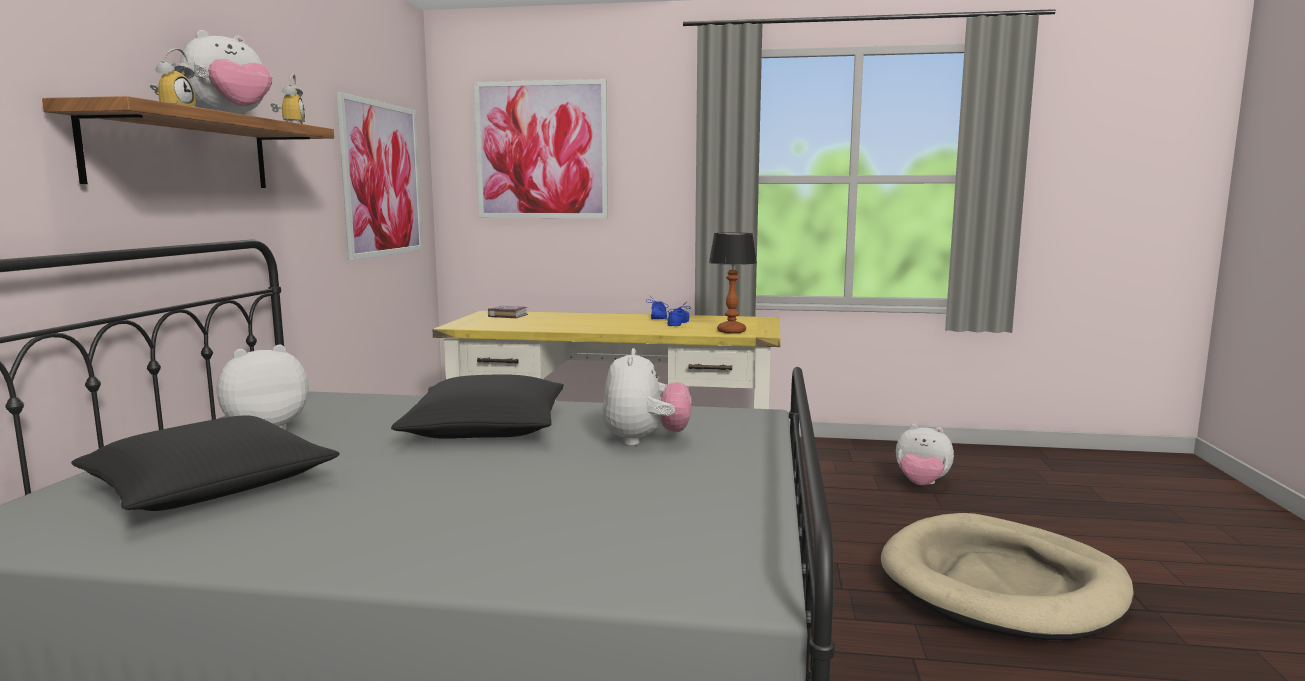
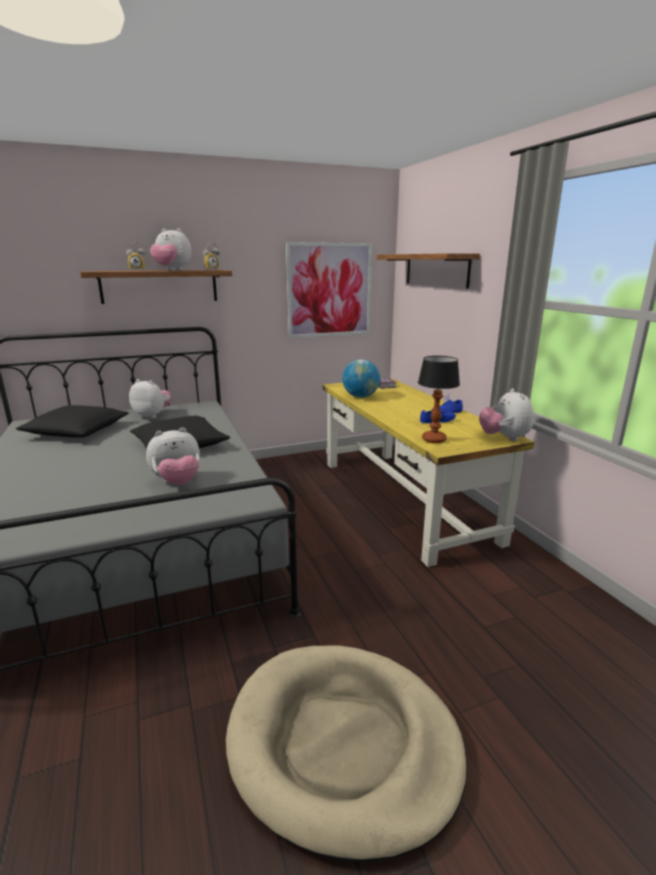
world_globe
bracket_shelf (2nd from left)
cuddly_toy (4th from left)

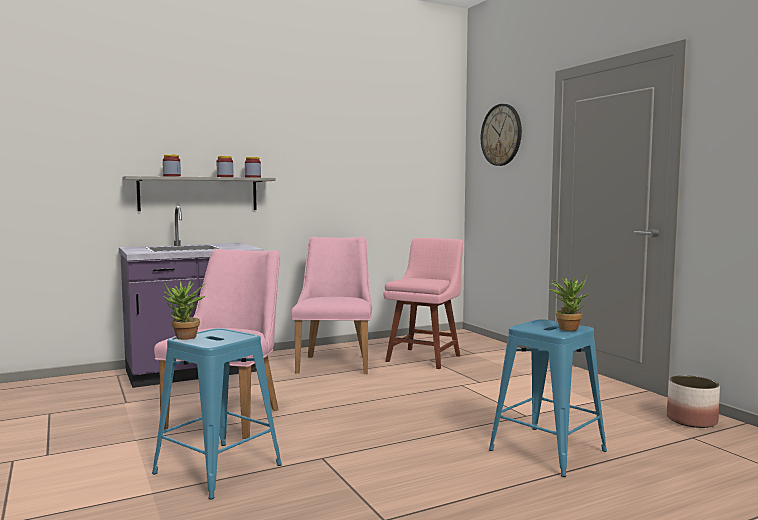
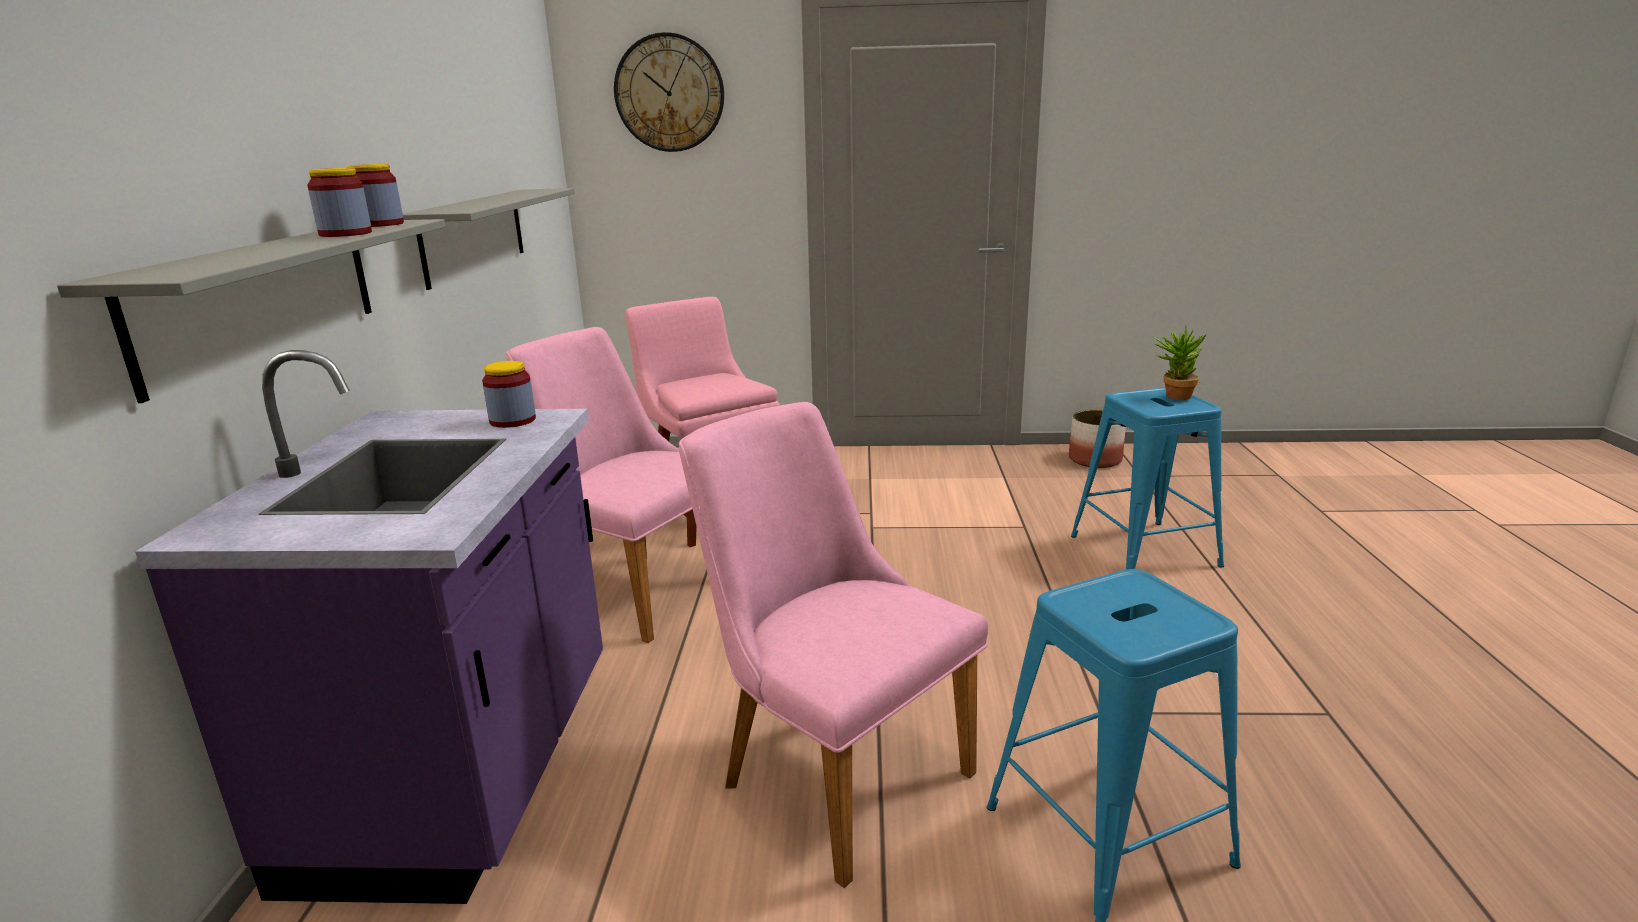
greyish_bracket_shelf (2nd from left)
preserve_jar (3rd from left)
plant_in_a_pot (1st from left in the first image)

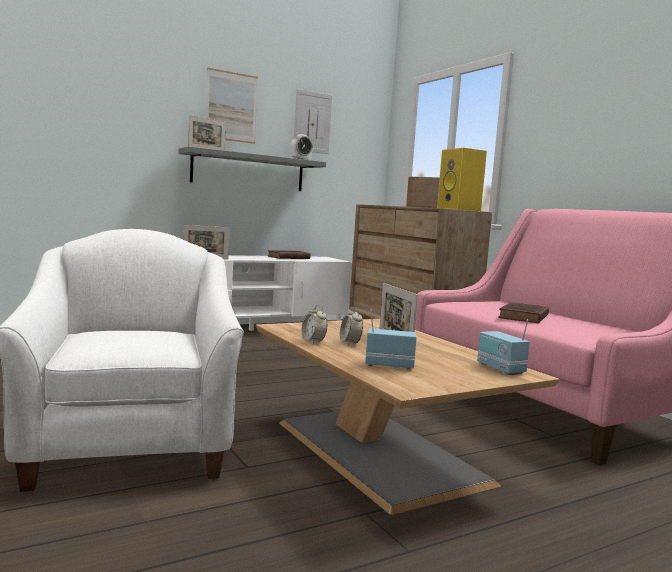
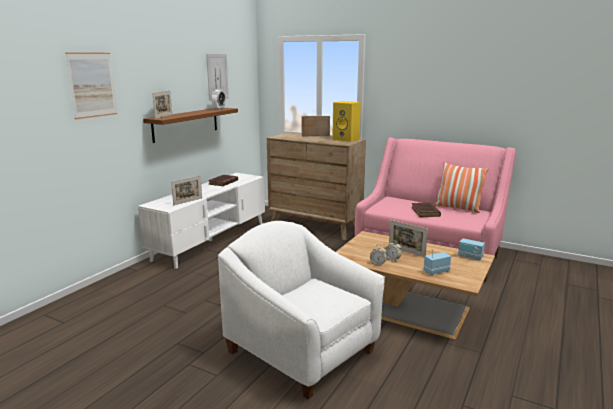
wall_picture (1st from left)
brown-coloured_bracket_shelf
pillow

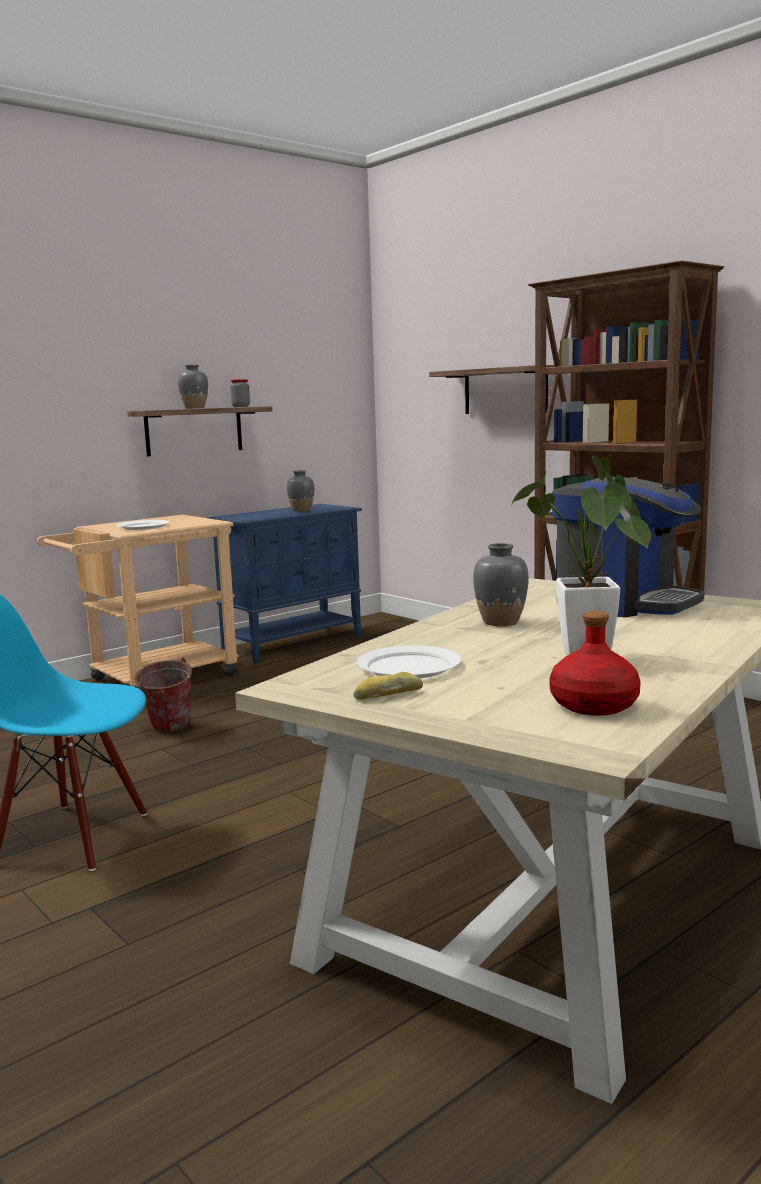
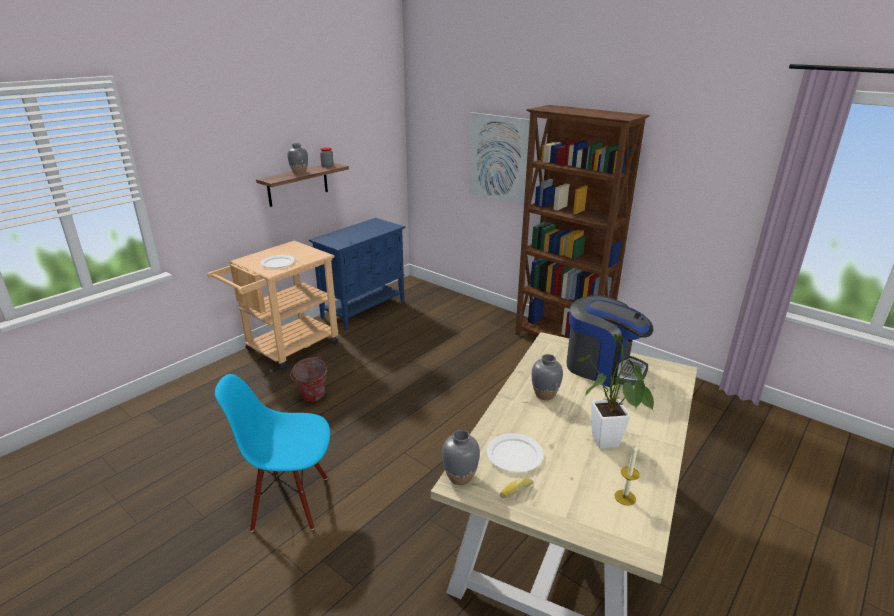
greyish_vase (2nd from left)
wall_picture
candle

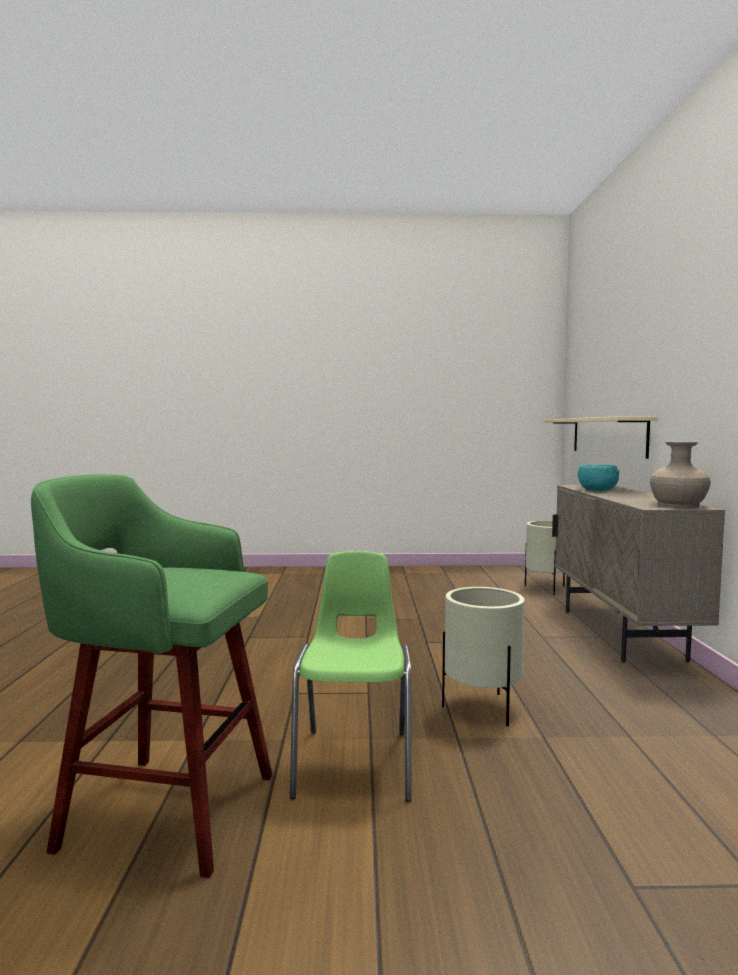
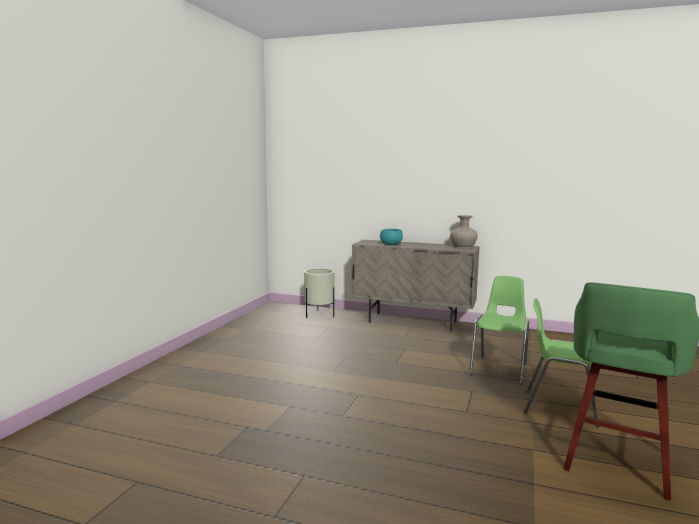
green-coloured_plain_chair (1st from left)
beige-coloured_bracket_shelf

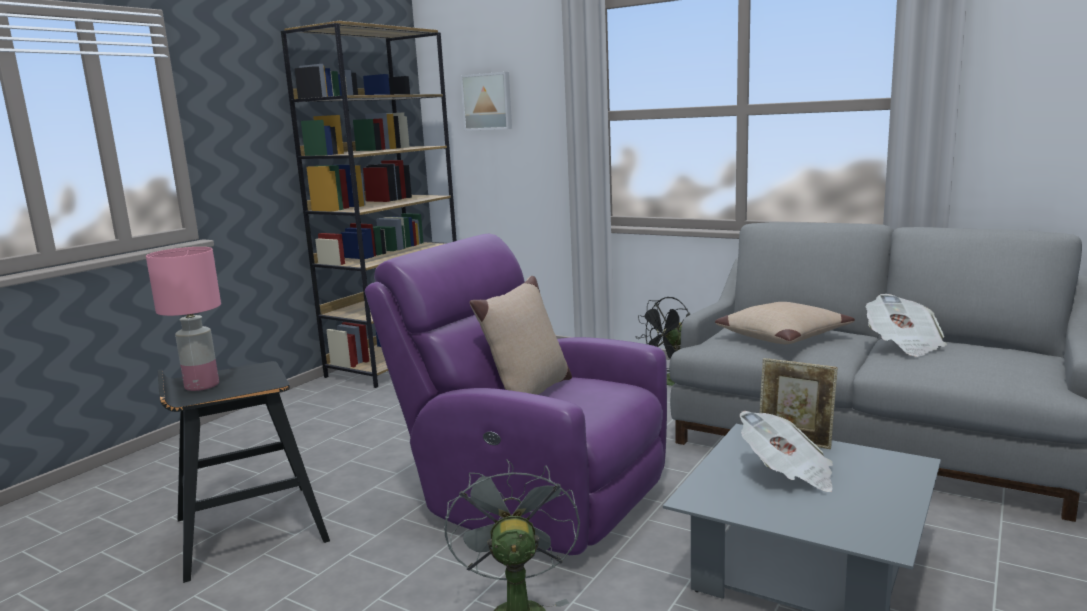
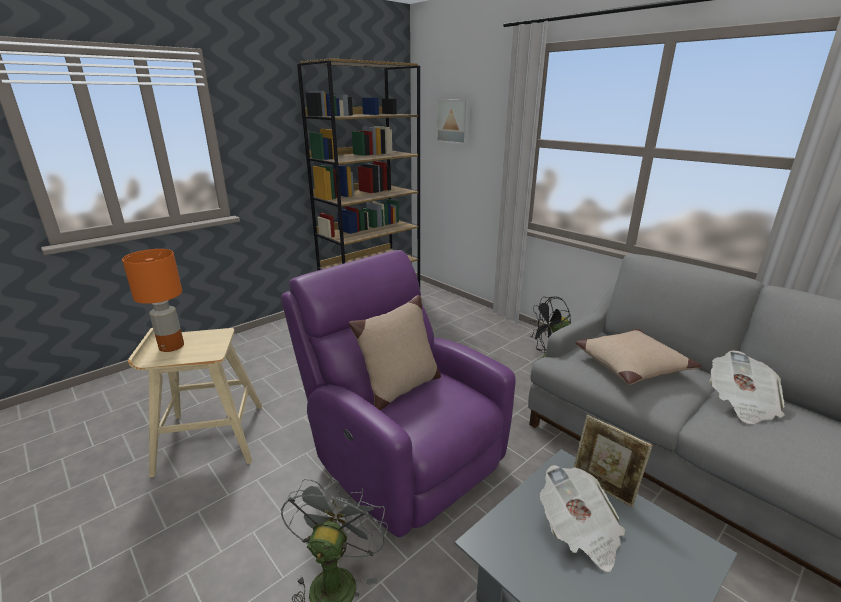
orangey_table_lamp
beige-coloured_stool_seat

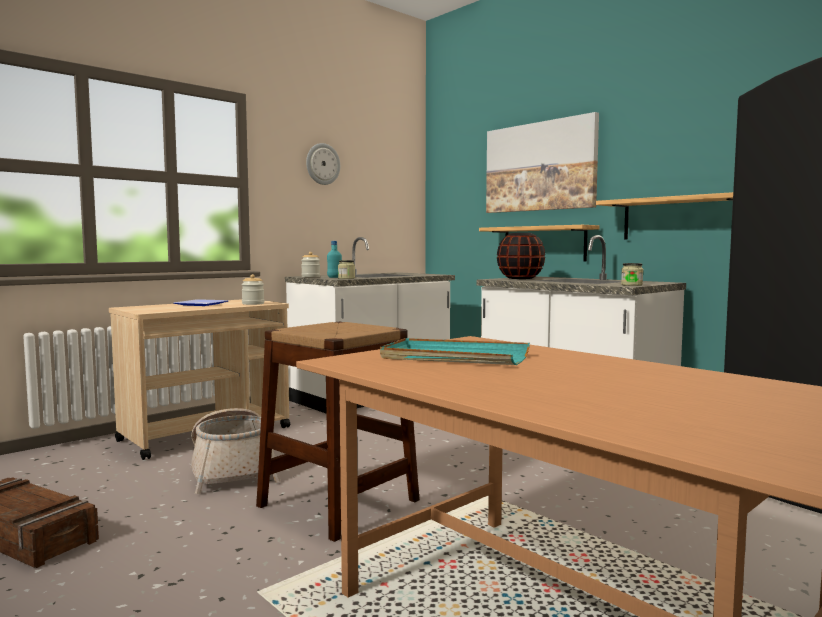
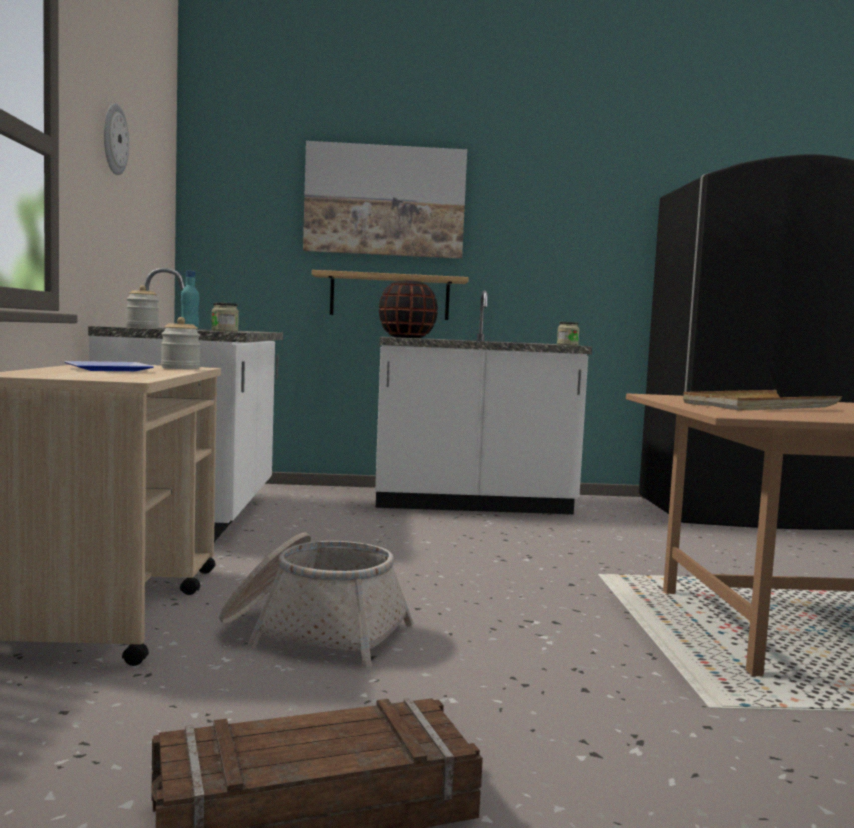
beige-coloured_carrying_tray
brown-coloured_stool_seat
bracket_shelf (2nd from left in the first image)

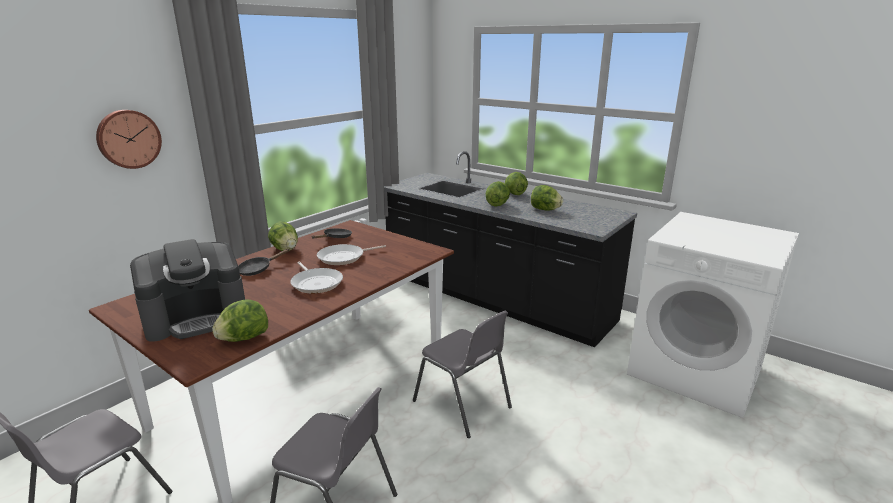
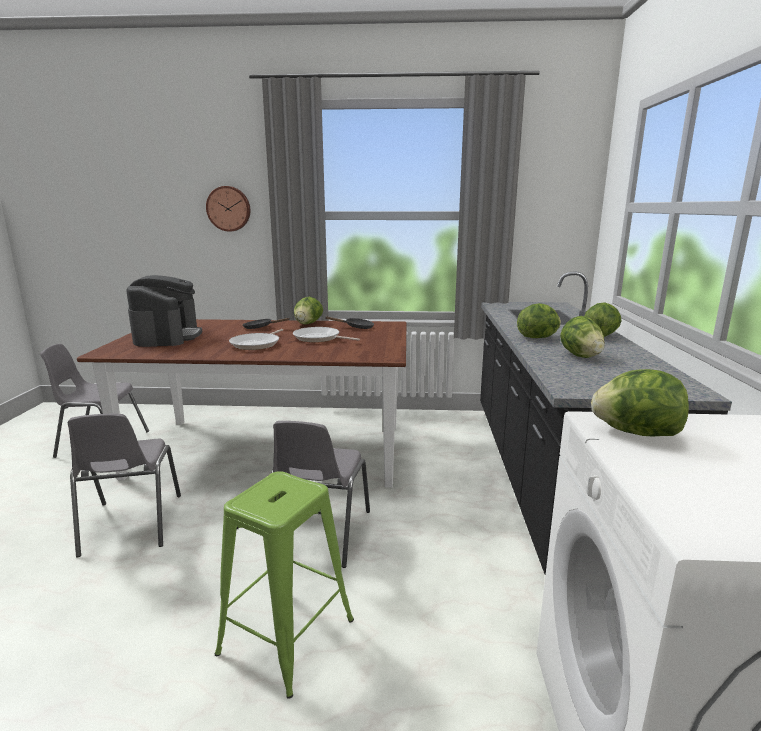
coffee_machine
green-coloured_stool_seat
lettuce (5th from left)

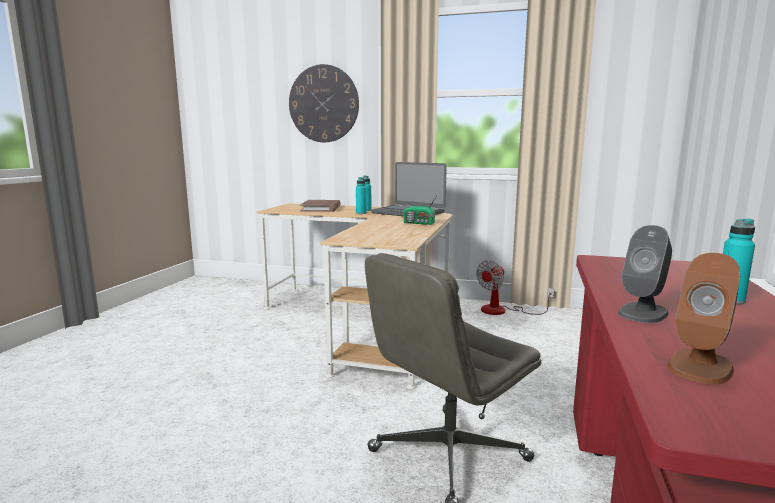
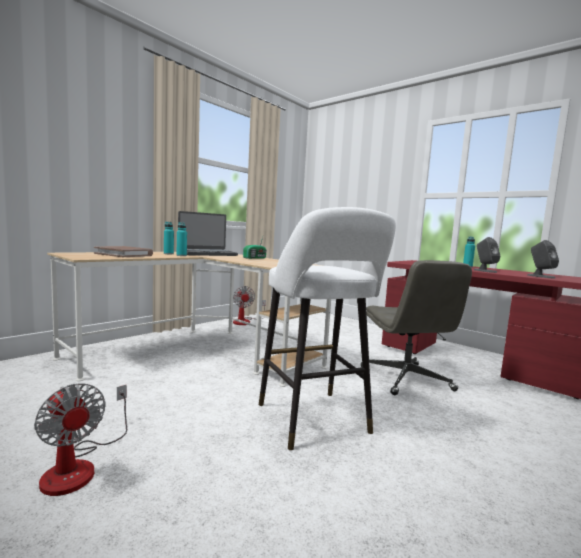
cooling_fan (1st from left)
whitish_stool_seat
greyish_loudspeaker (2nd from left)
wall_clock

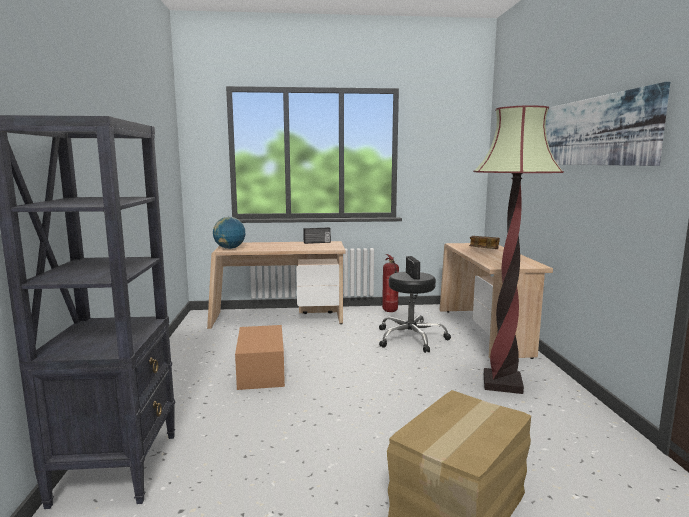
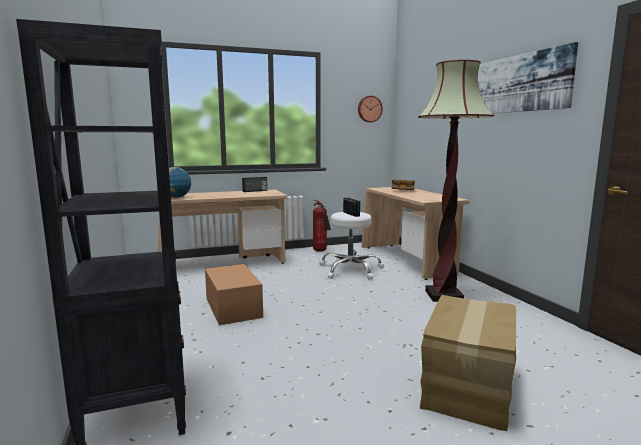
whitish_stool_seat
wall_clock

